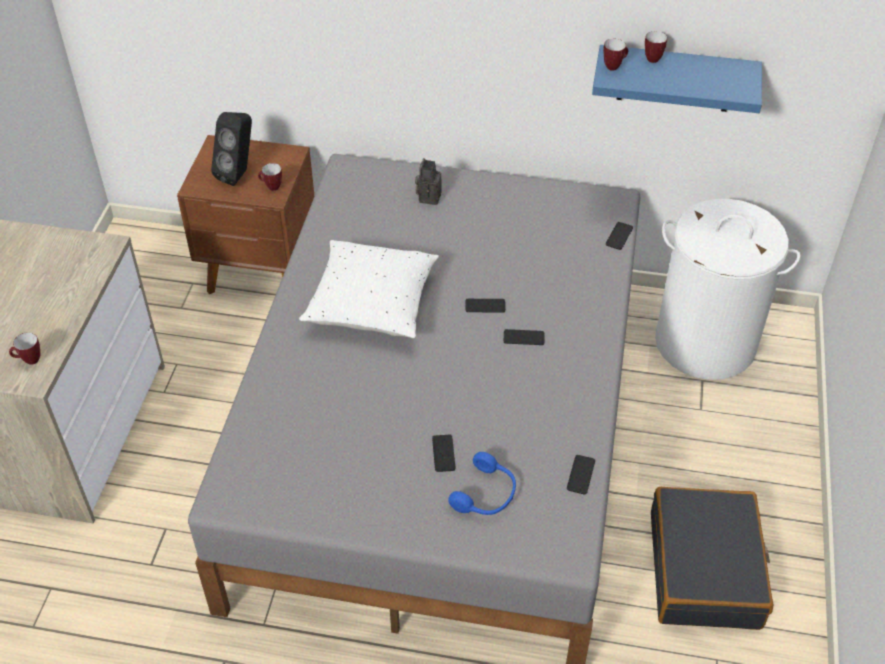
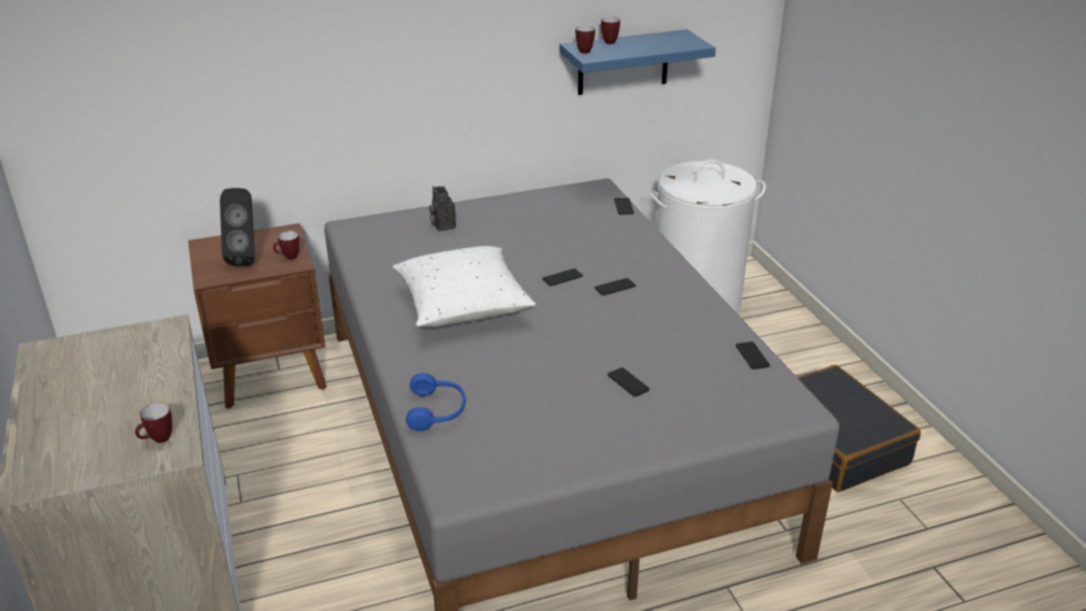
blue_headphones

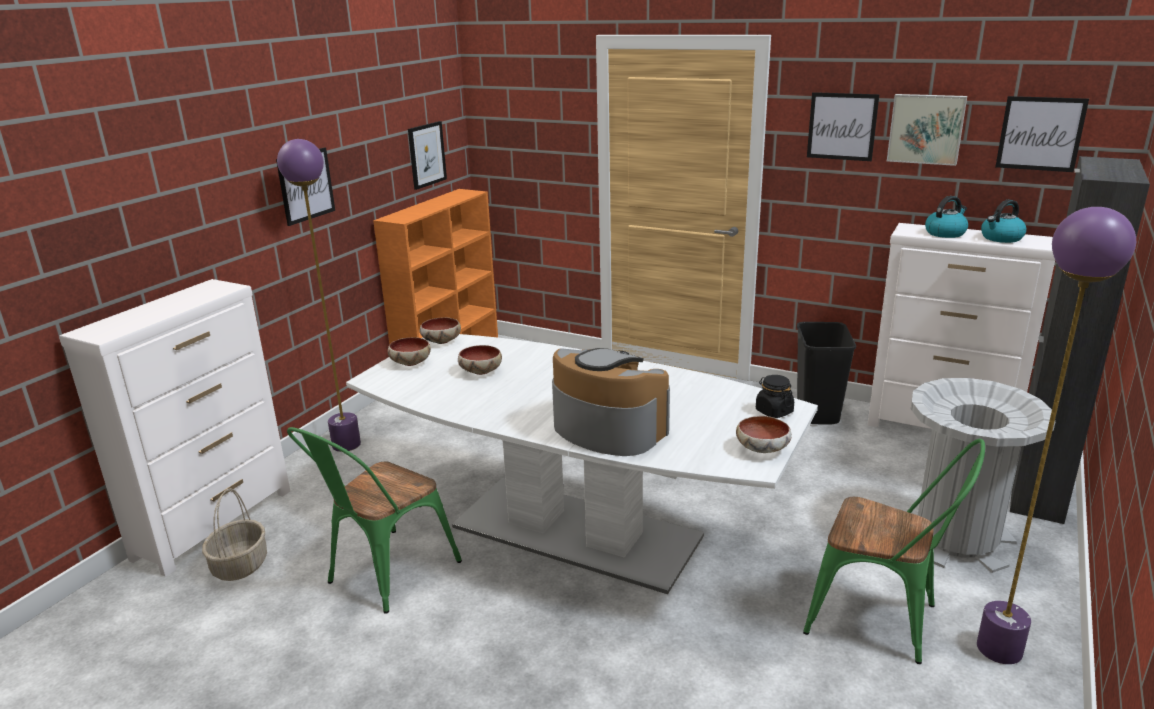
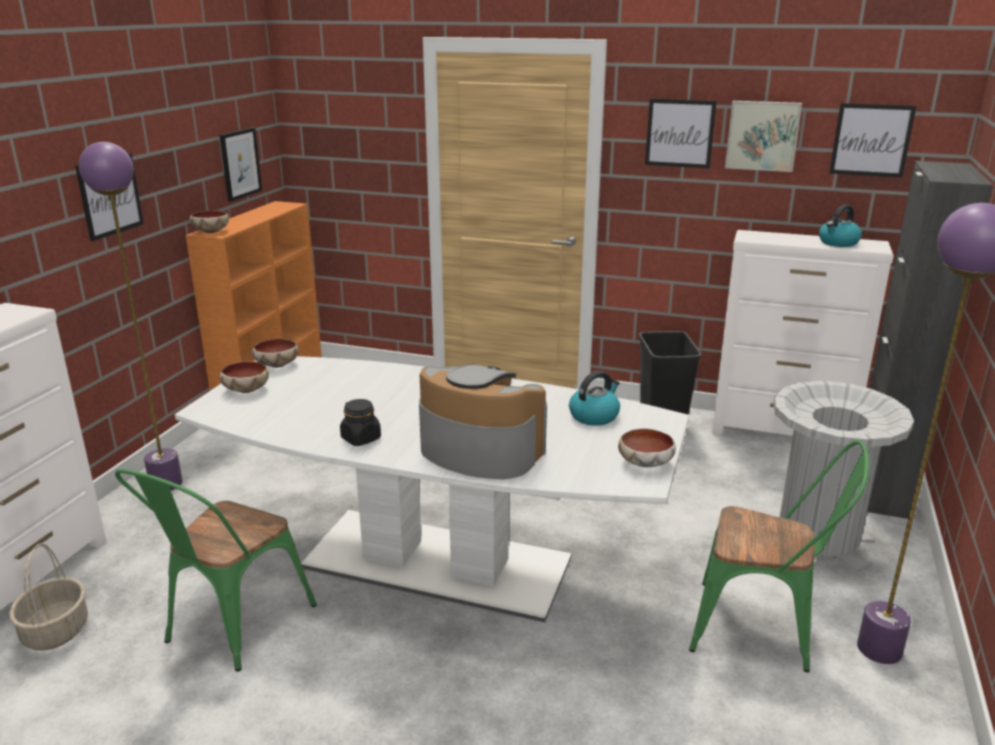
deep_dish (1st from left)
black-coloured_preserve_jar
tea_kettle (1st from left)

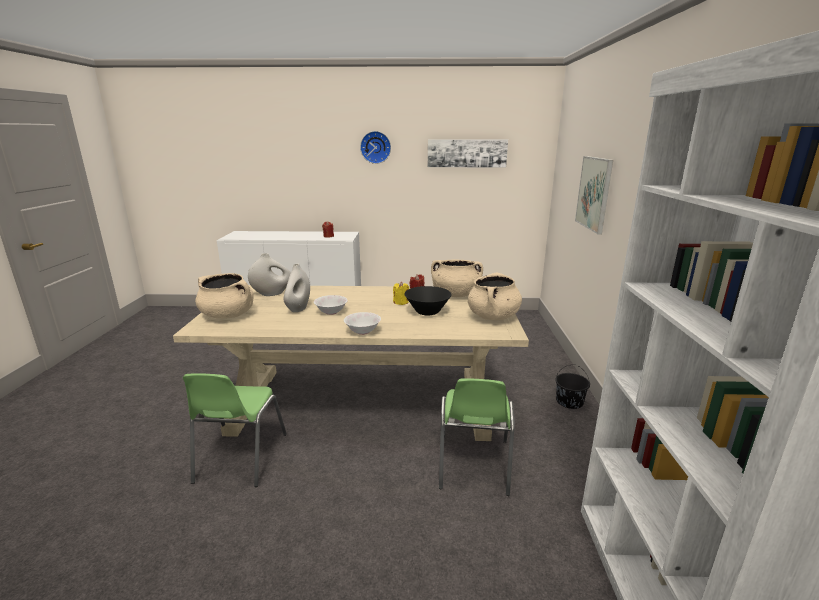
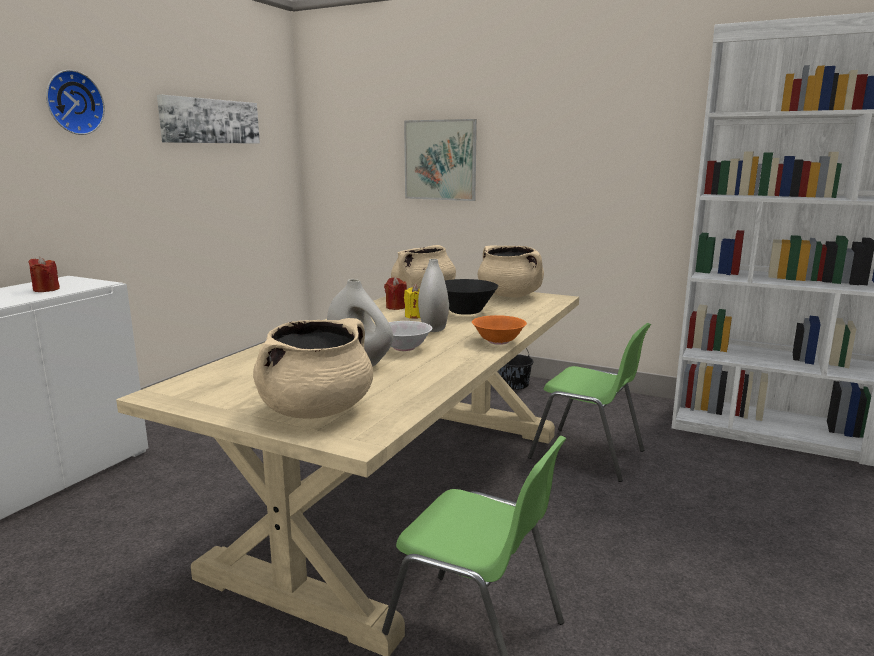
whitish_vase (2nd from left)
orangey_deep_dish

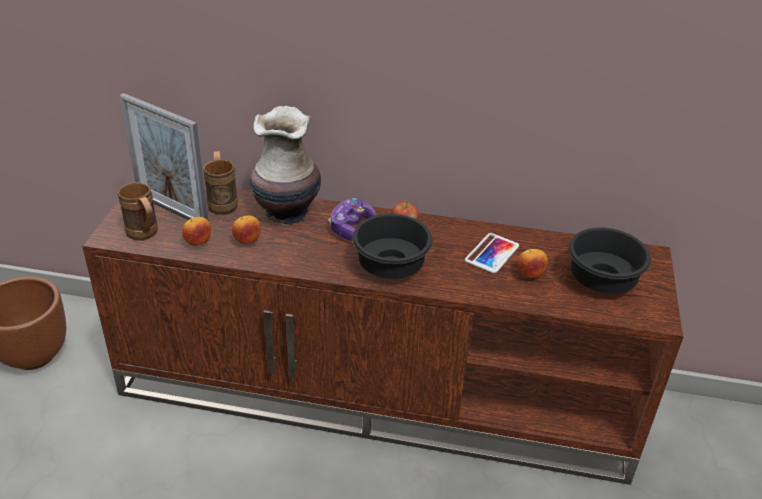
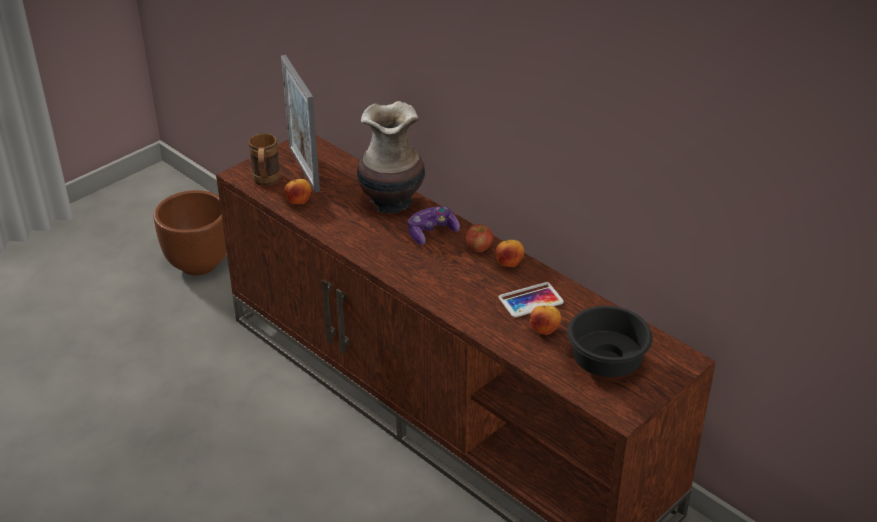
apple (3rd from left)
brown-coloured_coffee_mug (2nd from left in the first image)
black-coloured_deep_dish (1st from left in the first image)

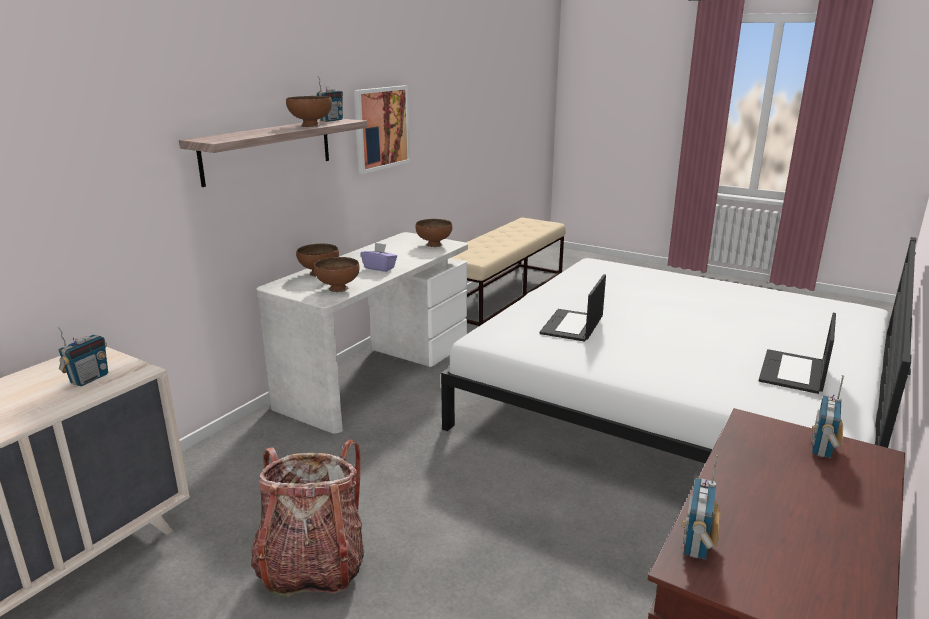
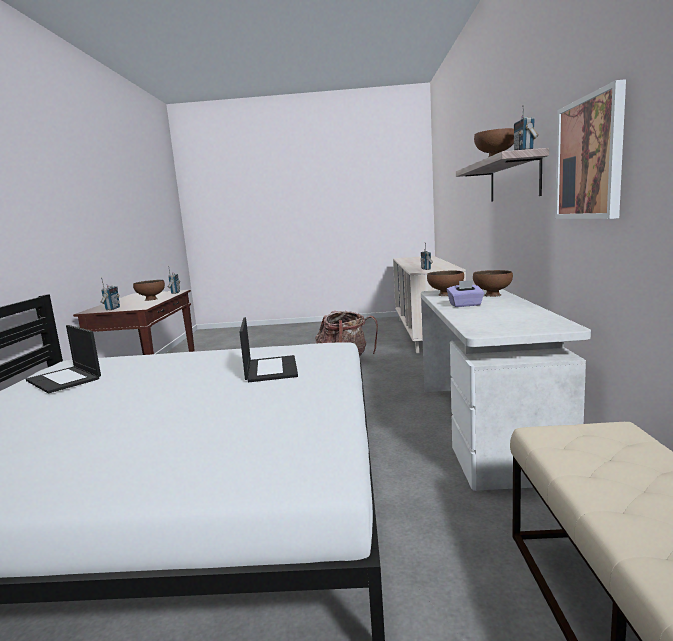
portable_computer (1st from left)
brown-coloured_deep_dish (1st from left)

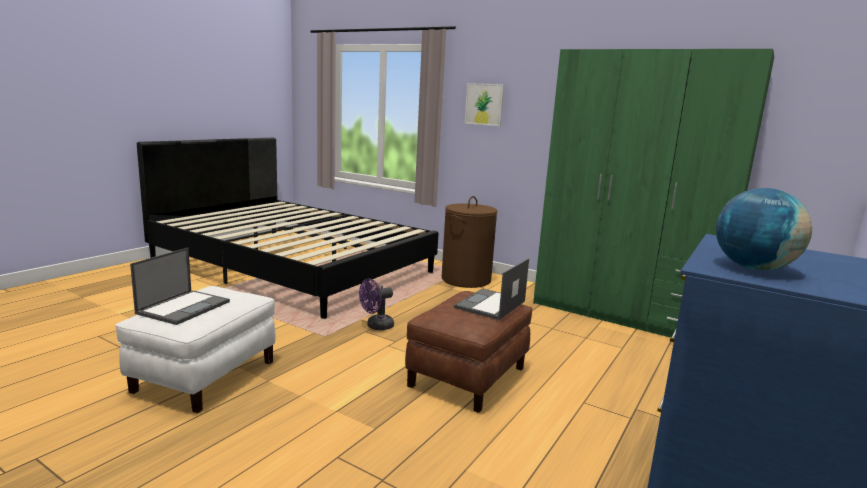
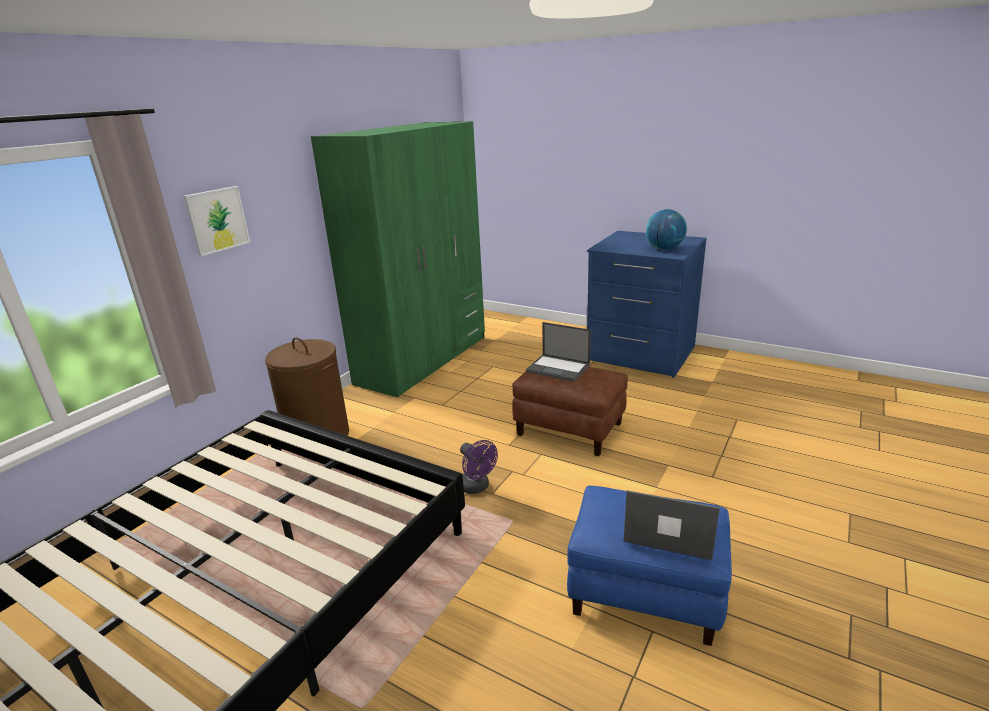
blue_footrest

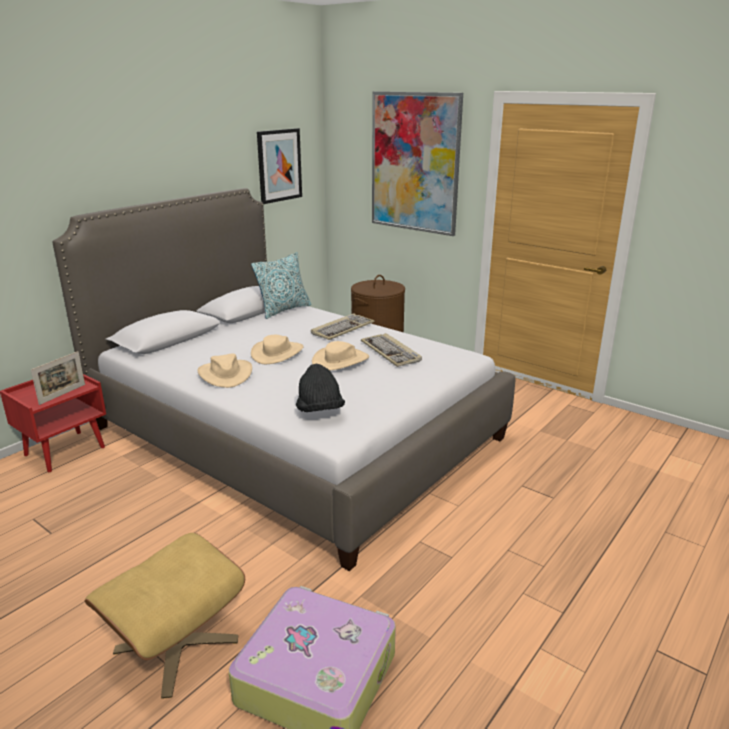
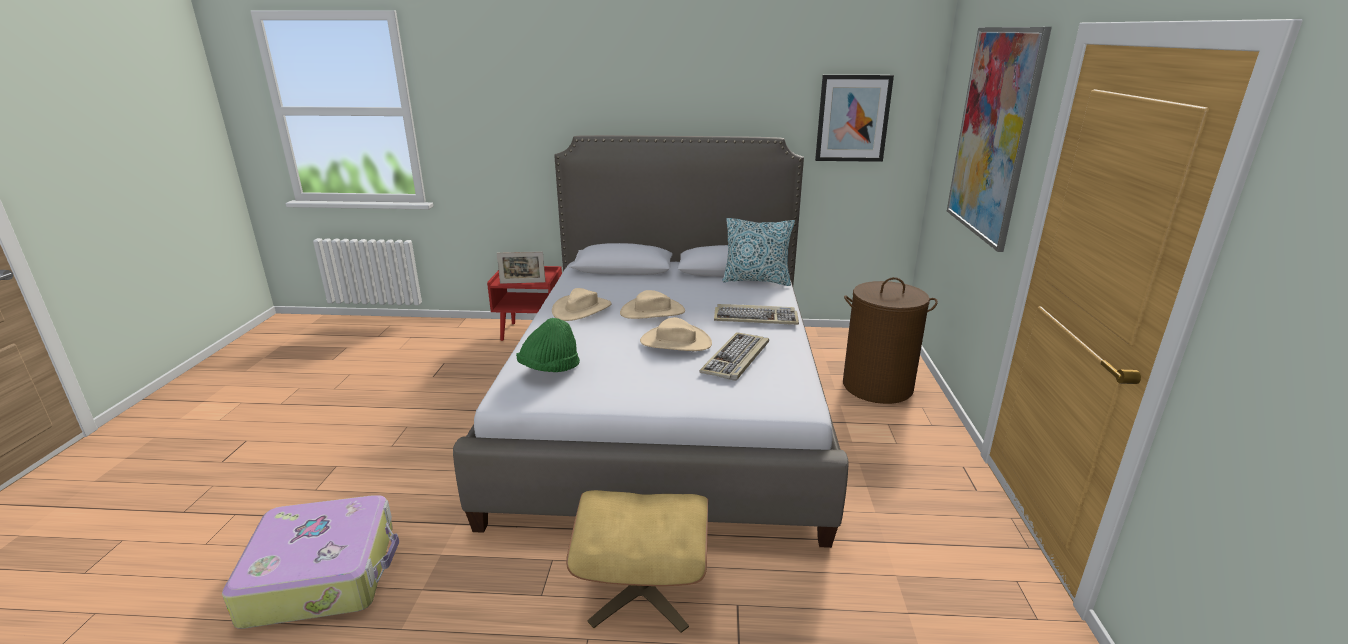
green-coloured_hat
beige-coloured_footrest

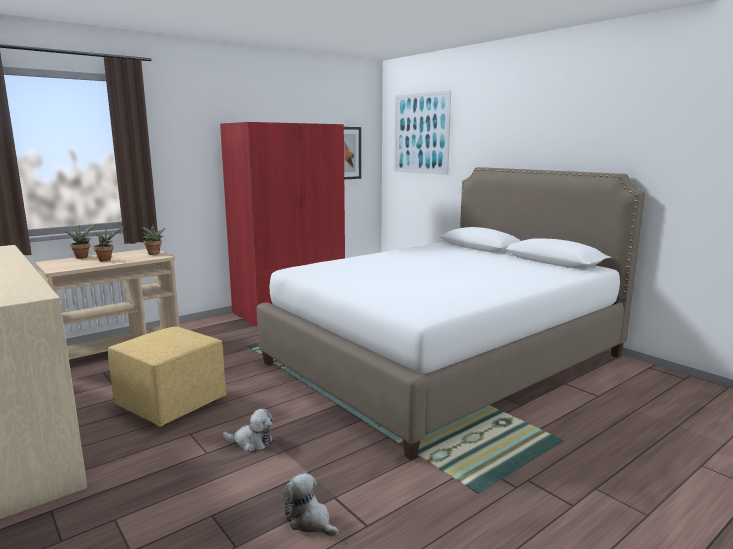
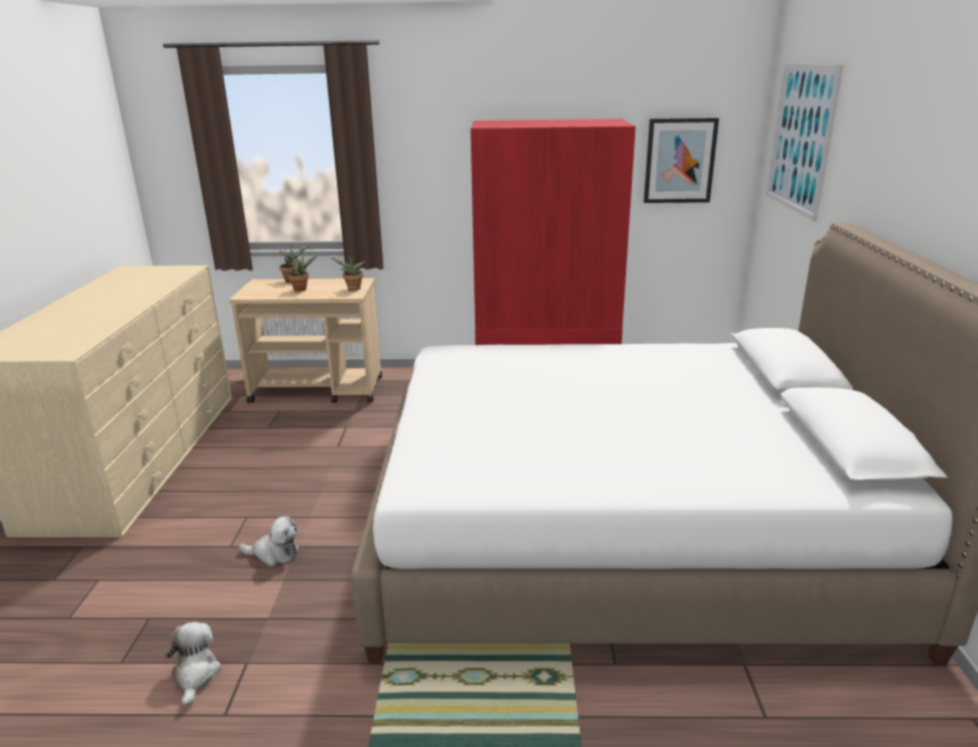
cuddly_toy (2nd from left)
yellow-coloured_footrest

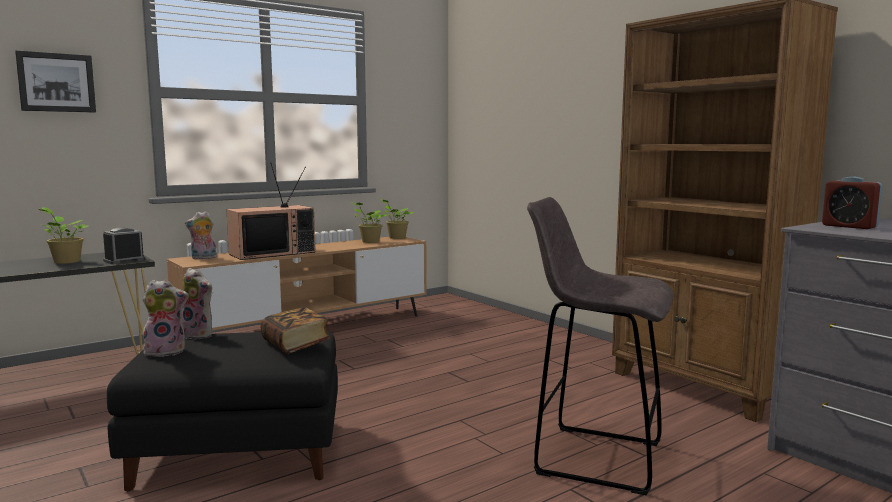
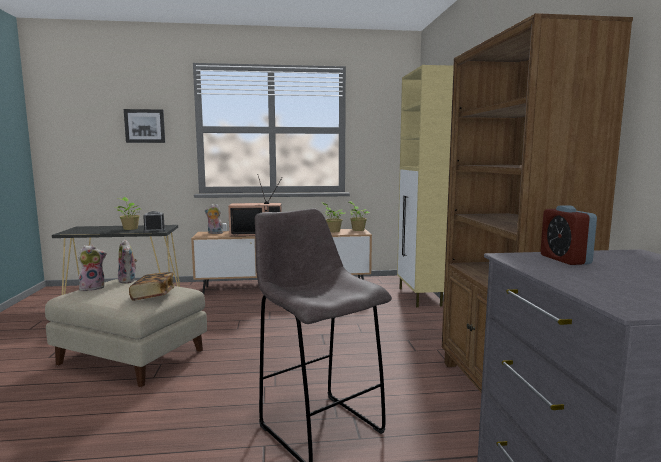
beige-coloured_footrest
cuddly_toy (1st from left)
beige-coloured_cabinet

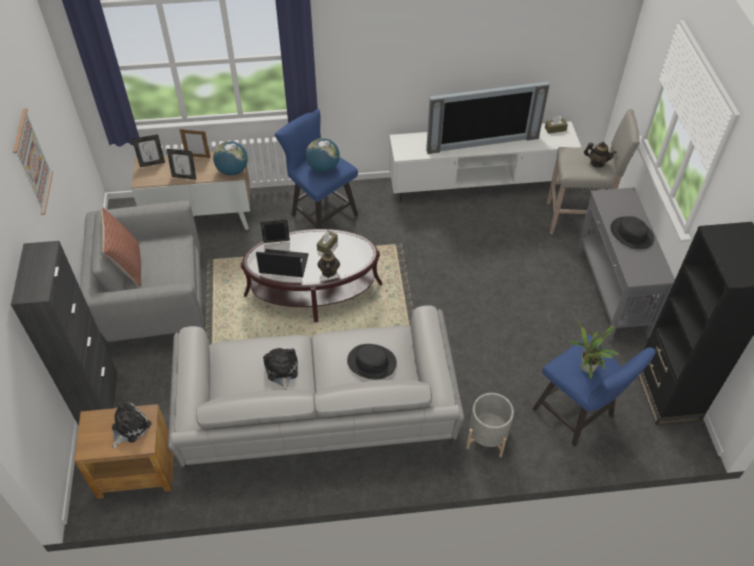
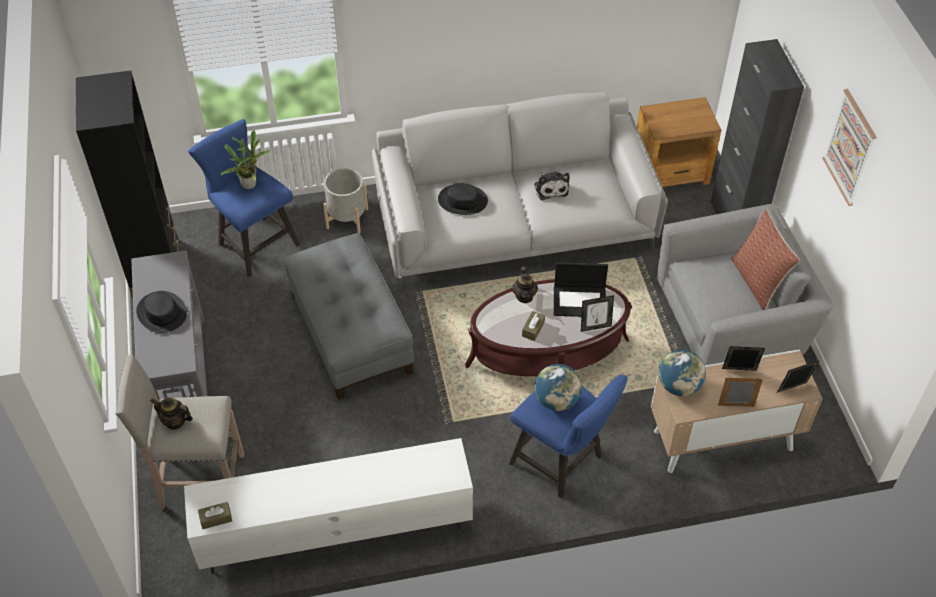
greyish_footrest
cuddly_toy (1st from left in the first image)
television

